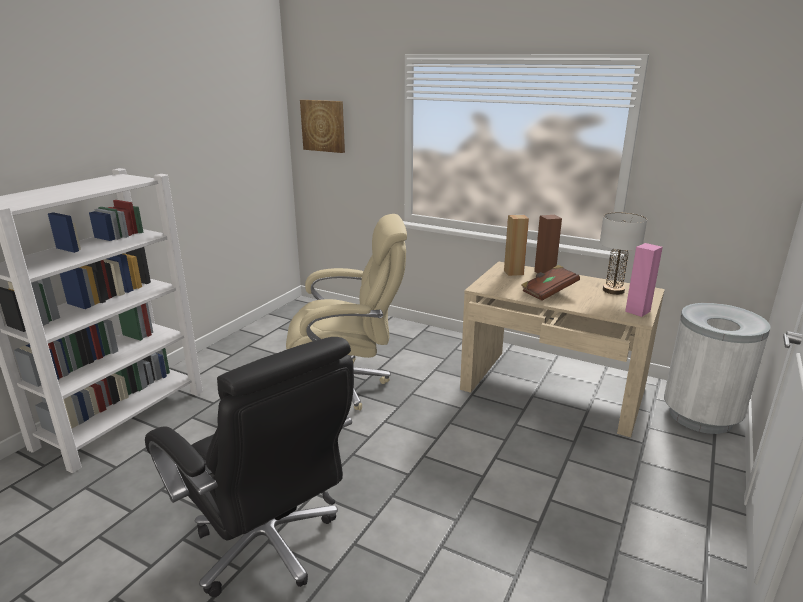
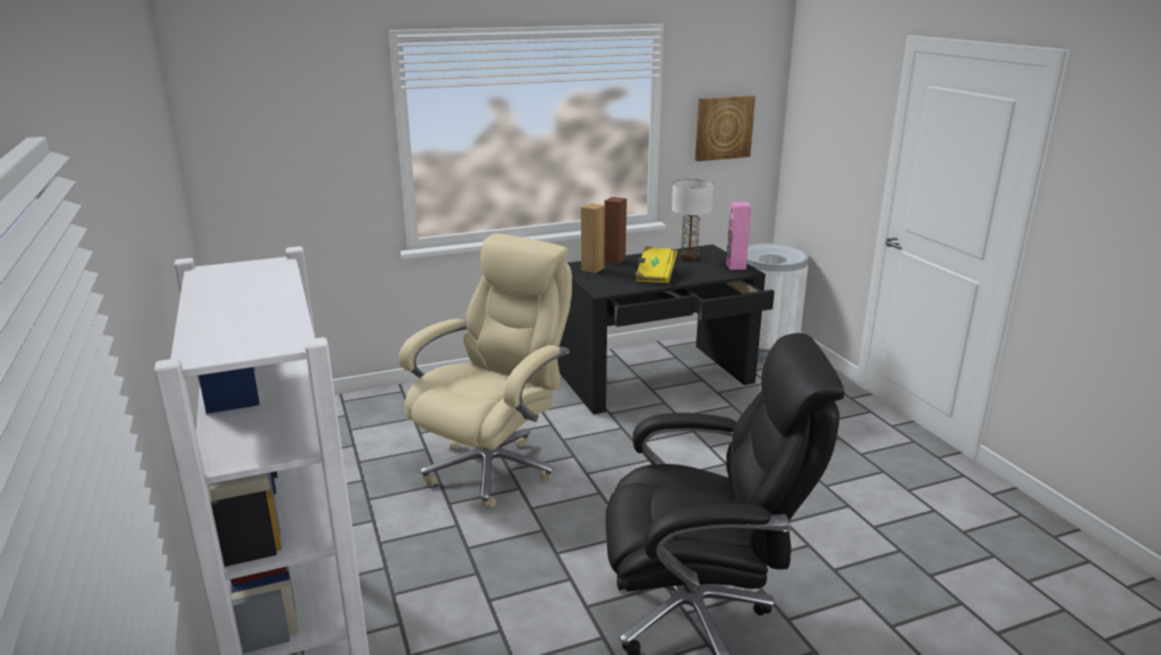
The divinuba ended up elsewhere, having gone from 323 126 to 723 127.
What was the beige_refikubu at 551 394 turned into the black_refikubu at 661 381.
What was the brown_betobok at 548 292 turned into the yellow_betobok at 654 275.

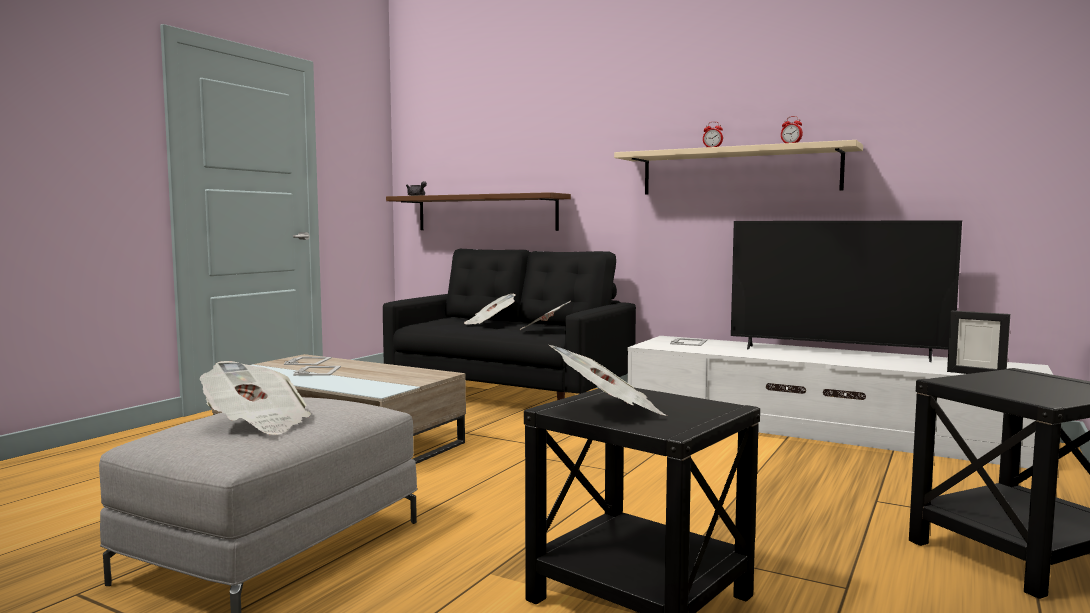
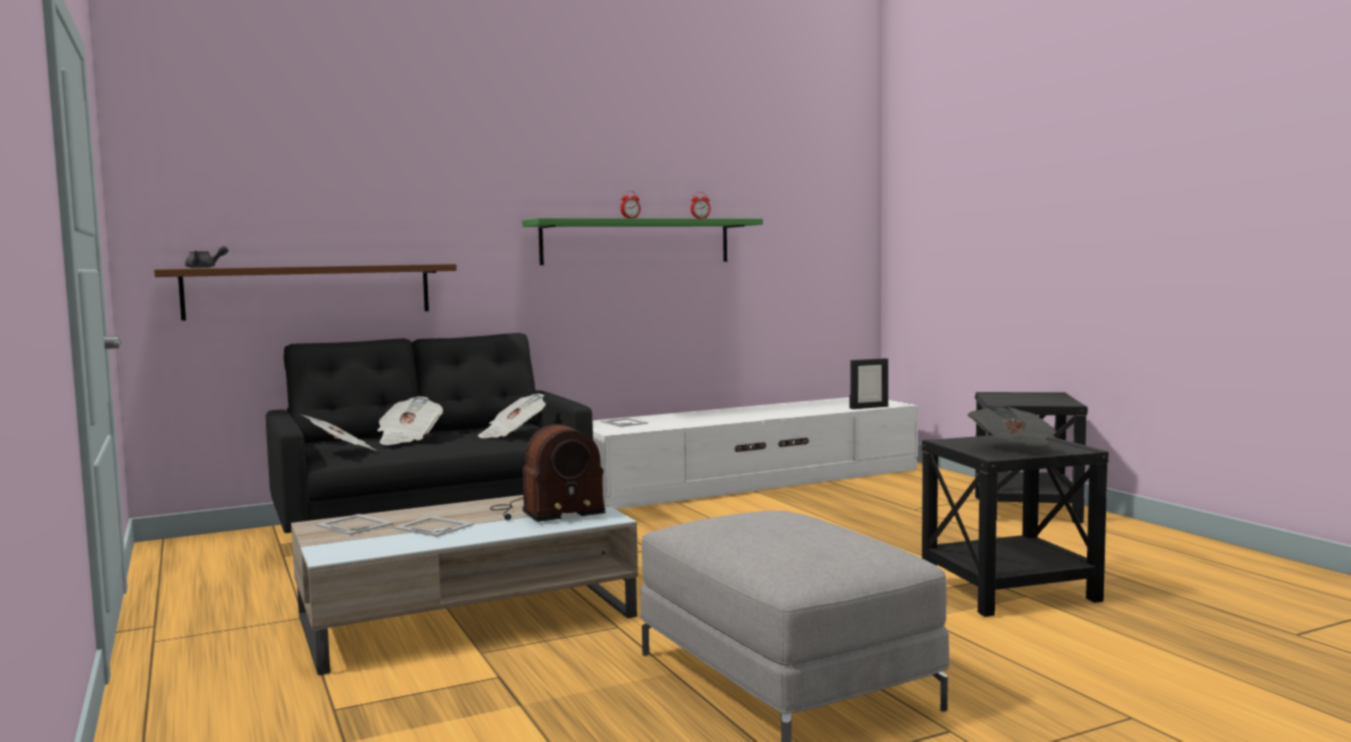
The second view lost the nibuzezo at 835 353.
The second view gained the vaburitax at 545 512.
The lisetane ended up elsewhere, having gone from 257 424 to 342 452.
What was the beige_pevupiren at 738 171 turned into the green_pevupiren at 636 242.

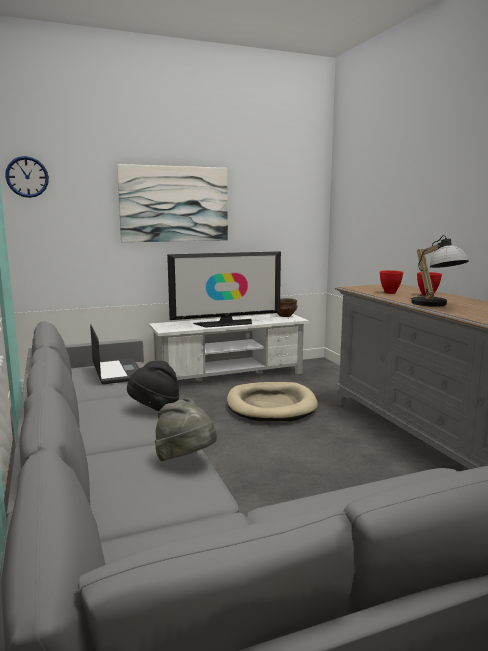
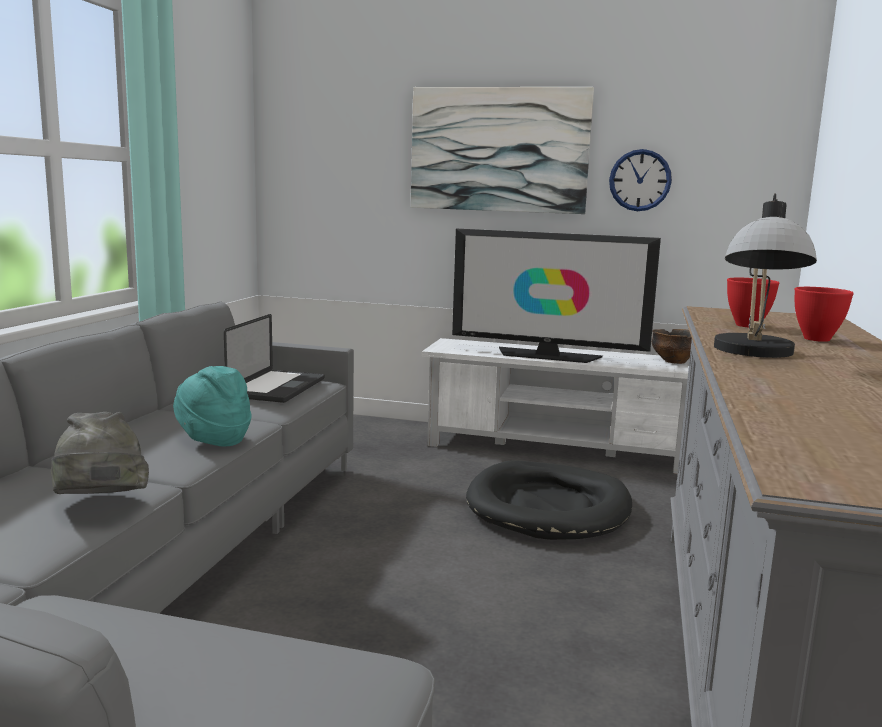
The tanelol ended up elsewhere, having gone from 27 177 to 640 180.
What was the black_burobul at 155 409 turned into the turquoise_burobul at 213 440.
What was the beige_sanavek at 271 405 turned into the black_sanavek at 548 507.

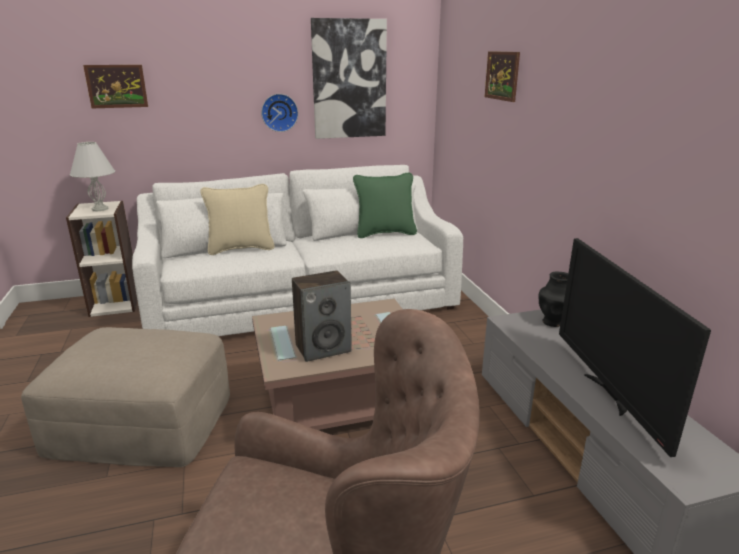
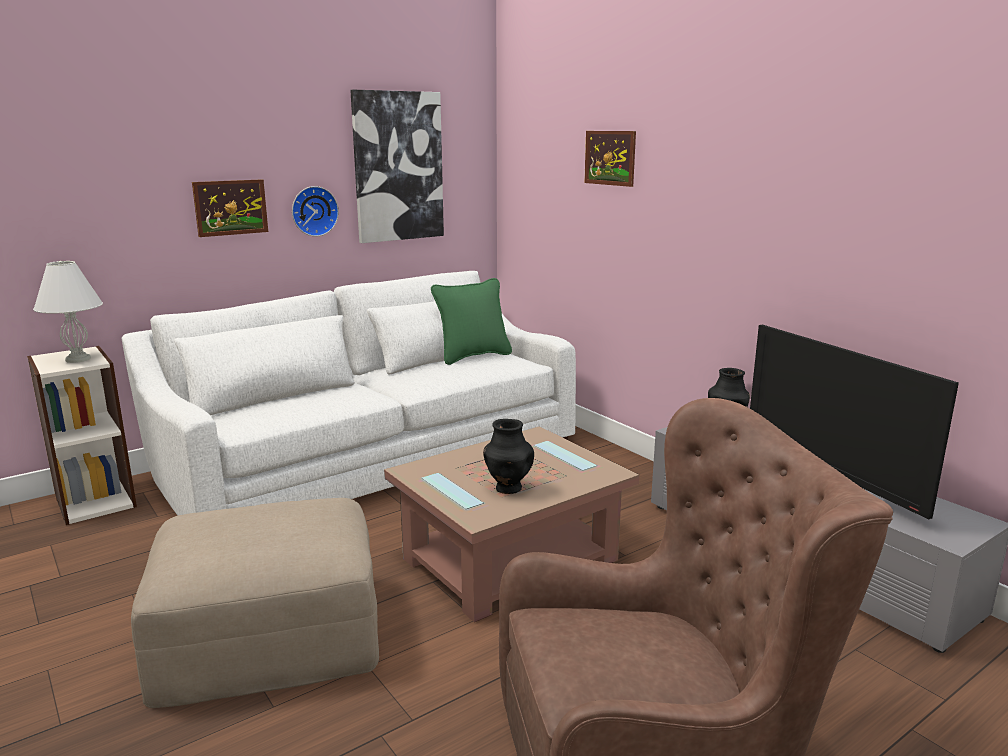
The second view lost the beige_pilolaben at 241 249.
The divinuba ended up elsewhere, having gone from 116 86 to 230 207.
Where the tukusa stood at 323 348, the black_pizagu came to stand at 508 488.

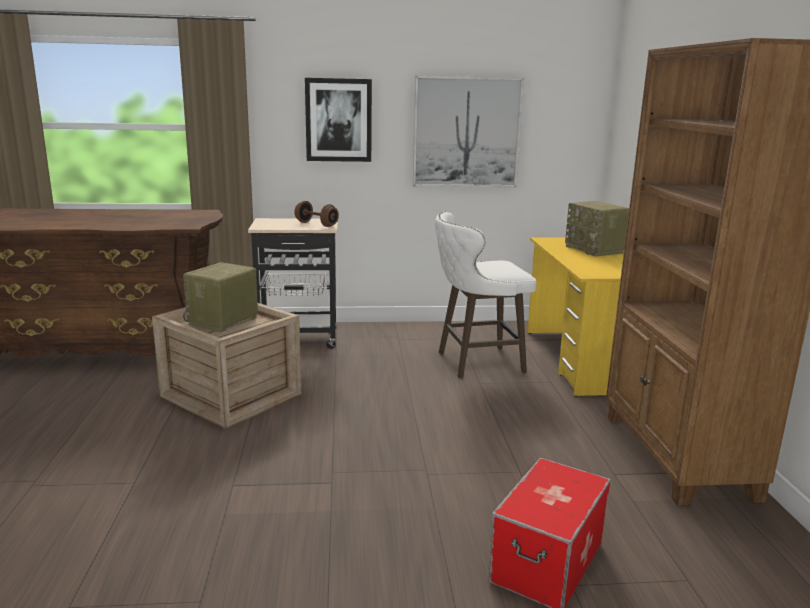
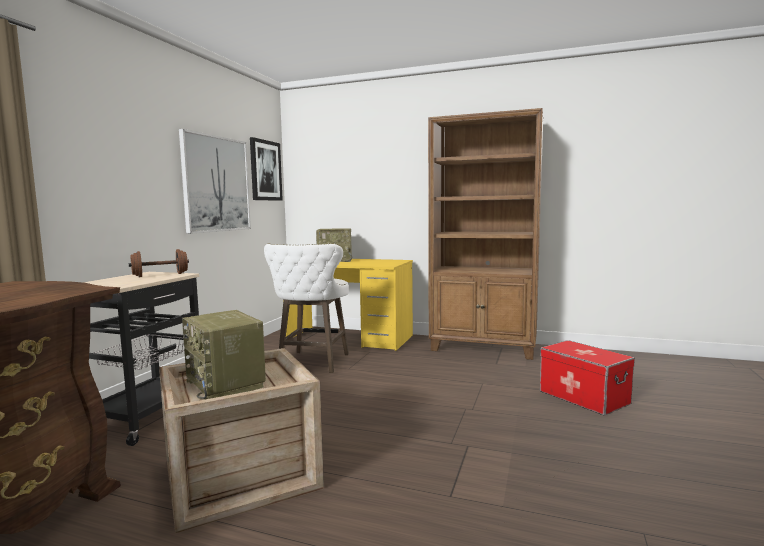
The divinuba ended up elsewhere, having gone from 338 120 to 265 170.

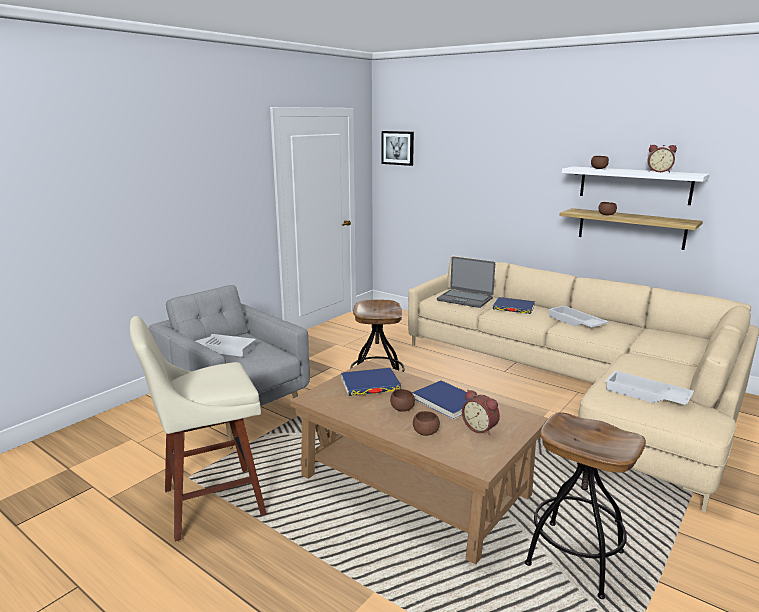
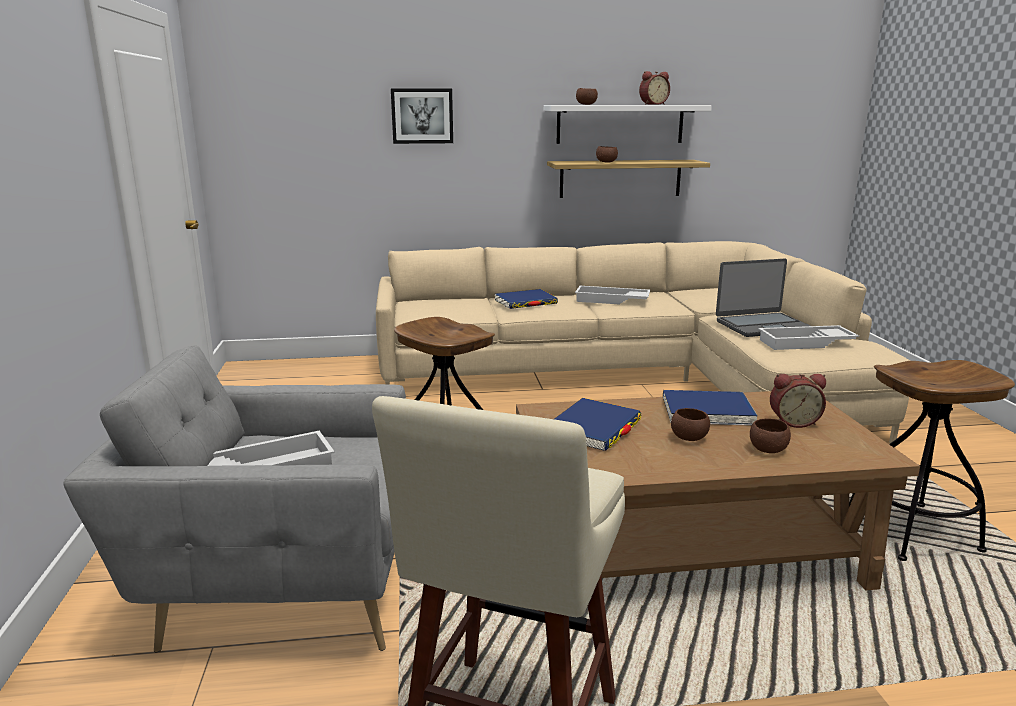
The divinuba ended up elsewhere, having gone from 398 148 to 422 116.
The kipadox ended up elsewhere, having gone from 465 299 to 762 326.

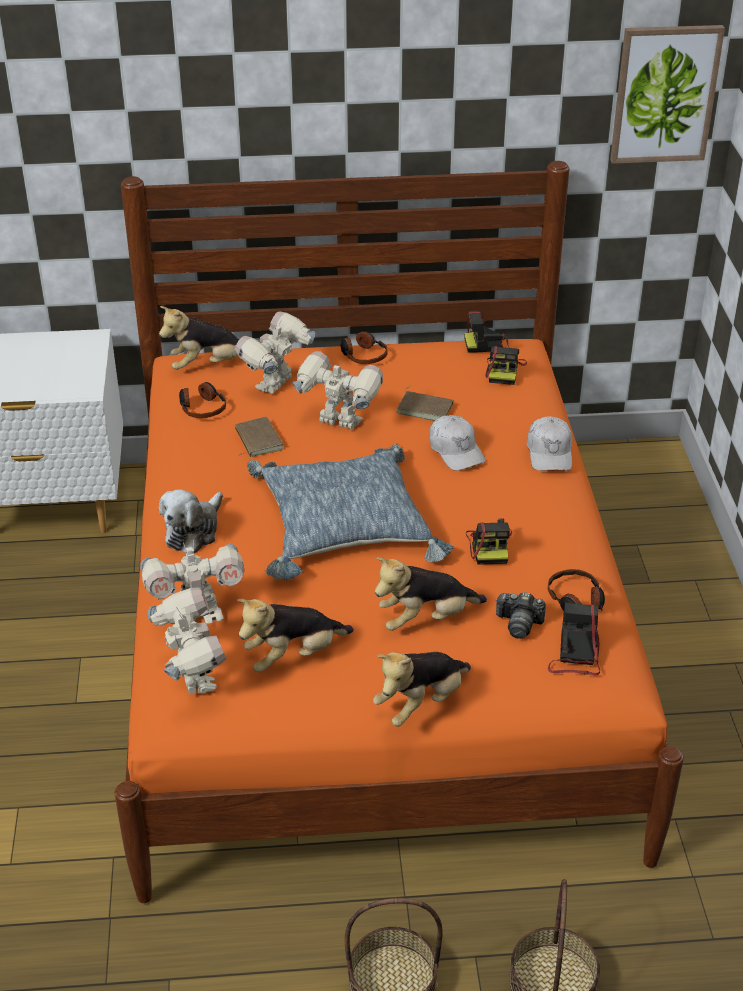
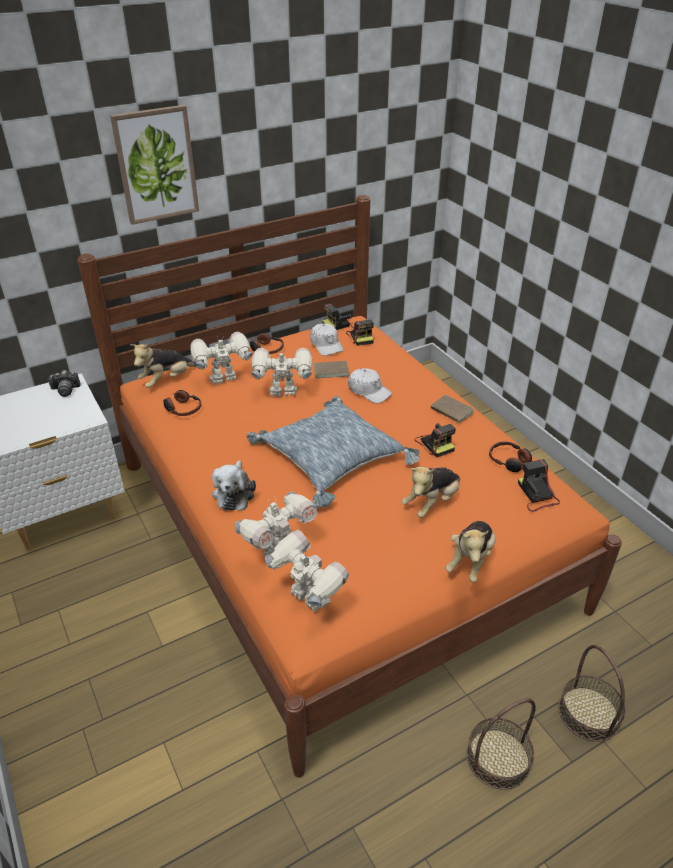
The second view lost the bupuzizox at 293 656.
The brown_betobok ended up elsewhere, having gone from 257 440 to 451 411.
The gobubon ended up elsewhere, having gone from 519 623 to 65 390.
The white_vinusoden ended up elsewhere, having gone from 550 452 to 326 345.
The divinuba ended up elsewhere, having gone from 664 94 to 156 165.
The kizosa at 277 384 ended up facing another way, 60 degrees clockwise from before.

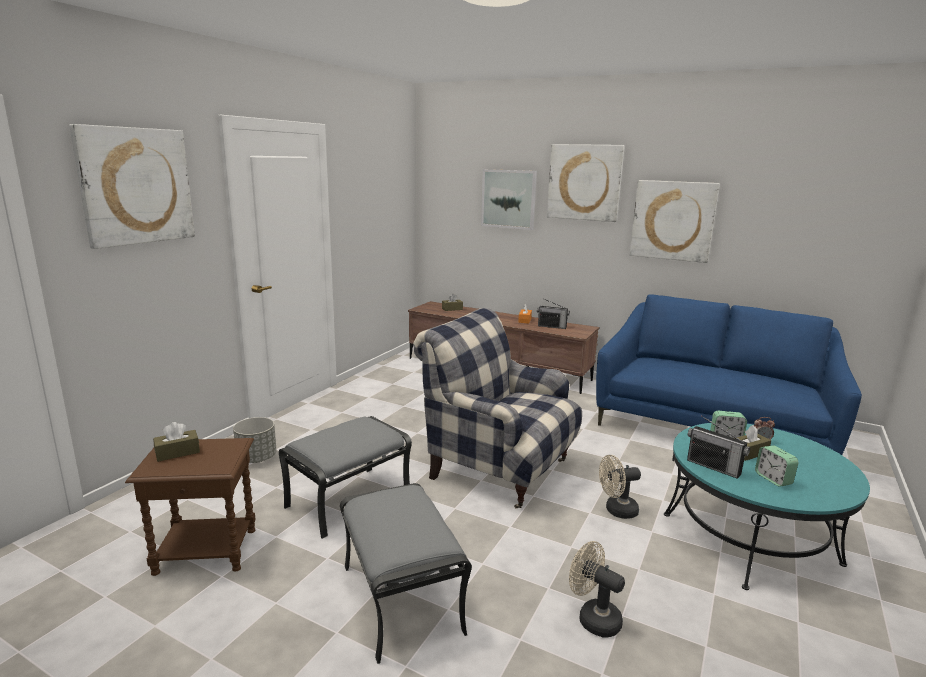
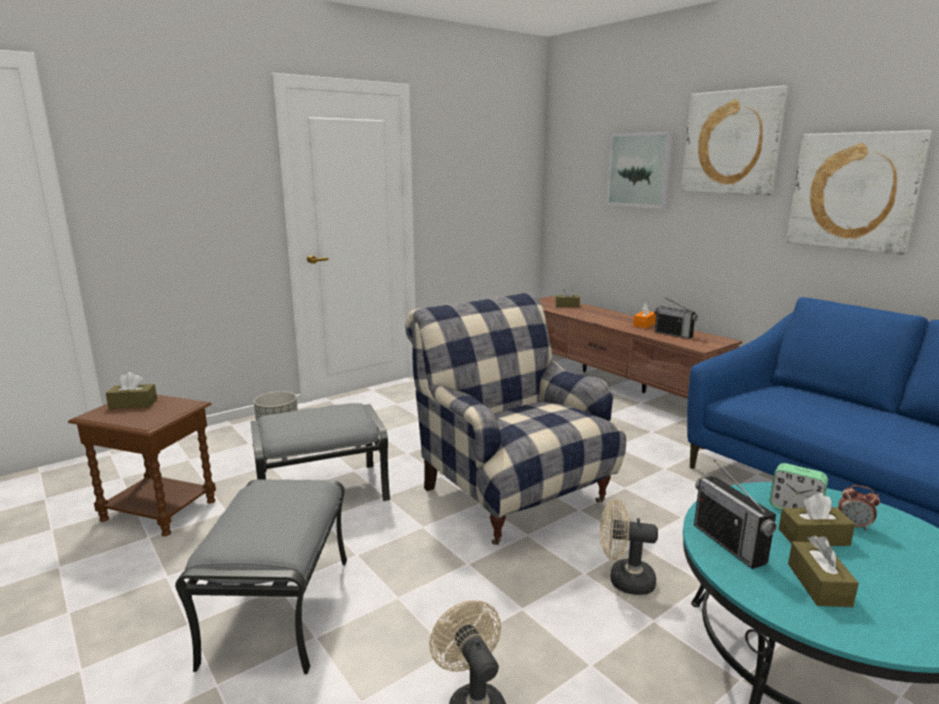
The second view lost the divinuba at 136 186.
Where the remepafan stood at 773 479, the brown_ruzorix came to stand at 818 584.

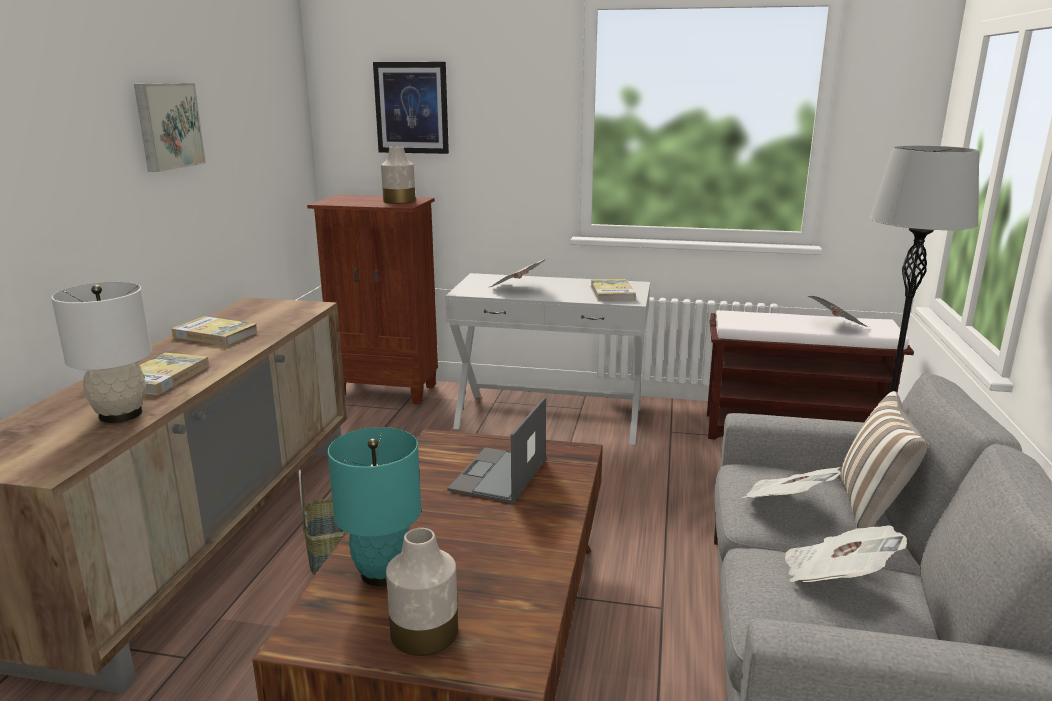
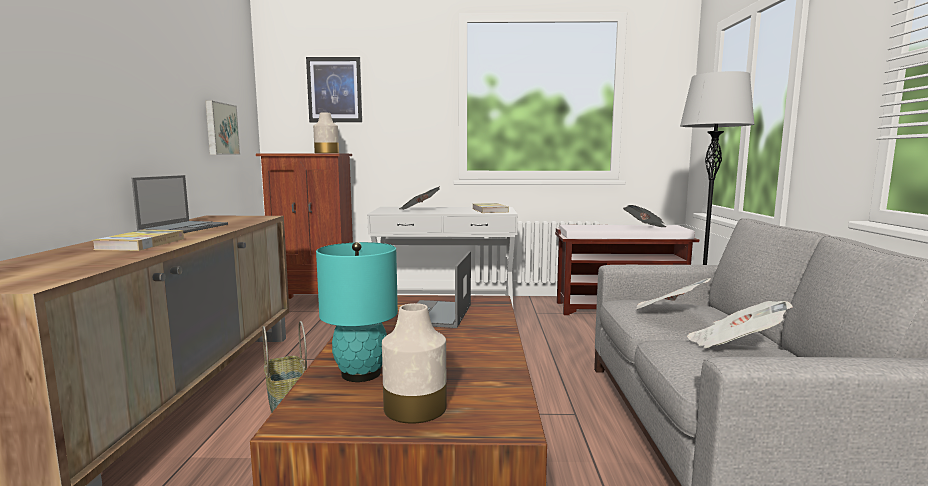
The second view lost the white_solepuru at 120 415.
The second view lost the pilolaben at 871 510.
The divinuba ended up elsewhere, having gone from 167 126 to 220 129.
Where the betobok stood at 215 335, the kipadox came to stand at 185 228.

